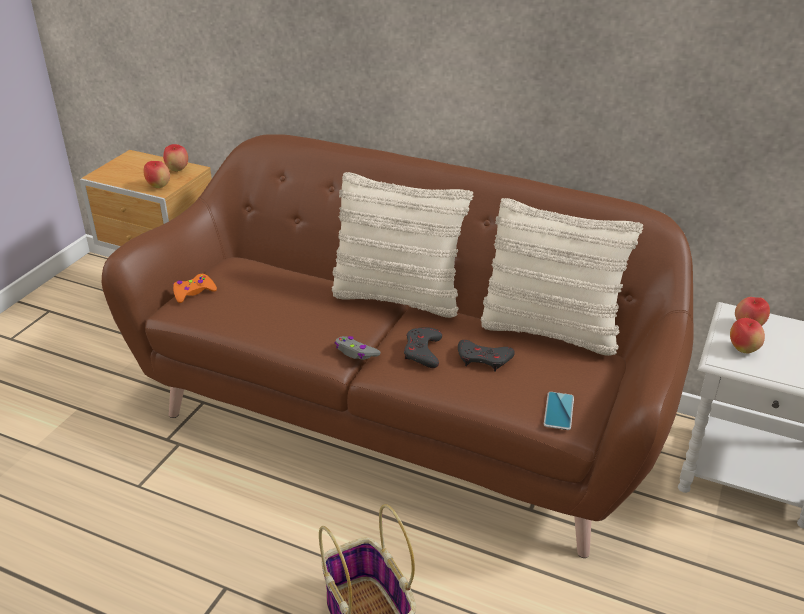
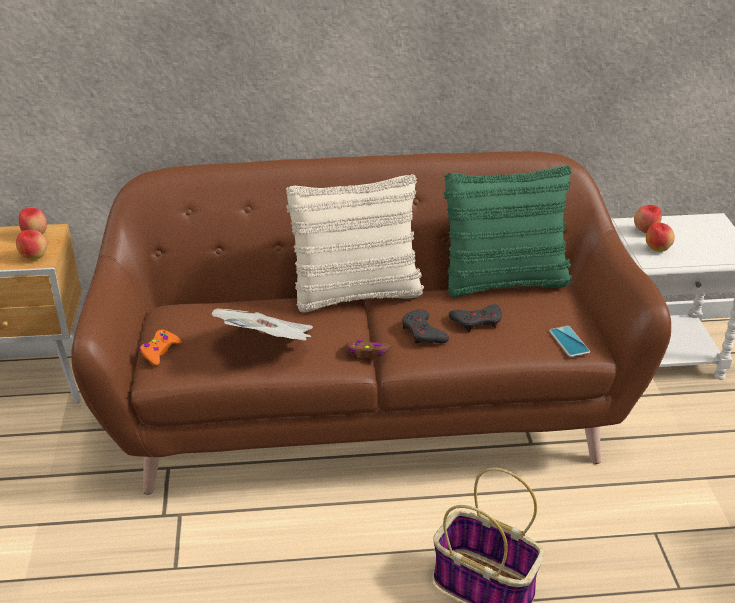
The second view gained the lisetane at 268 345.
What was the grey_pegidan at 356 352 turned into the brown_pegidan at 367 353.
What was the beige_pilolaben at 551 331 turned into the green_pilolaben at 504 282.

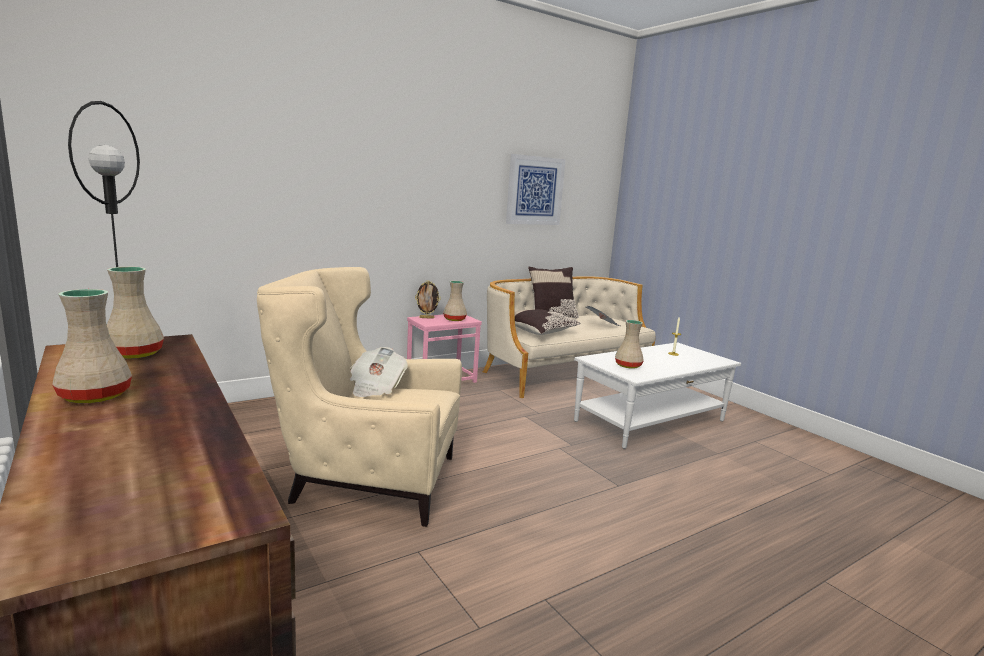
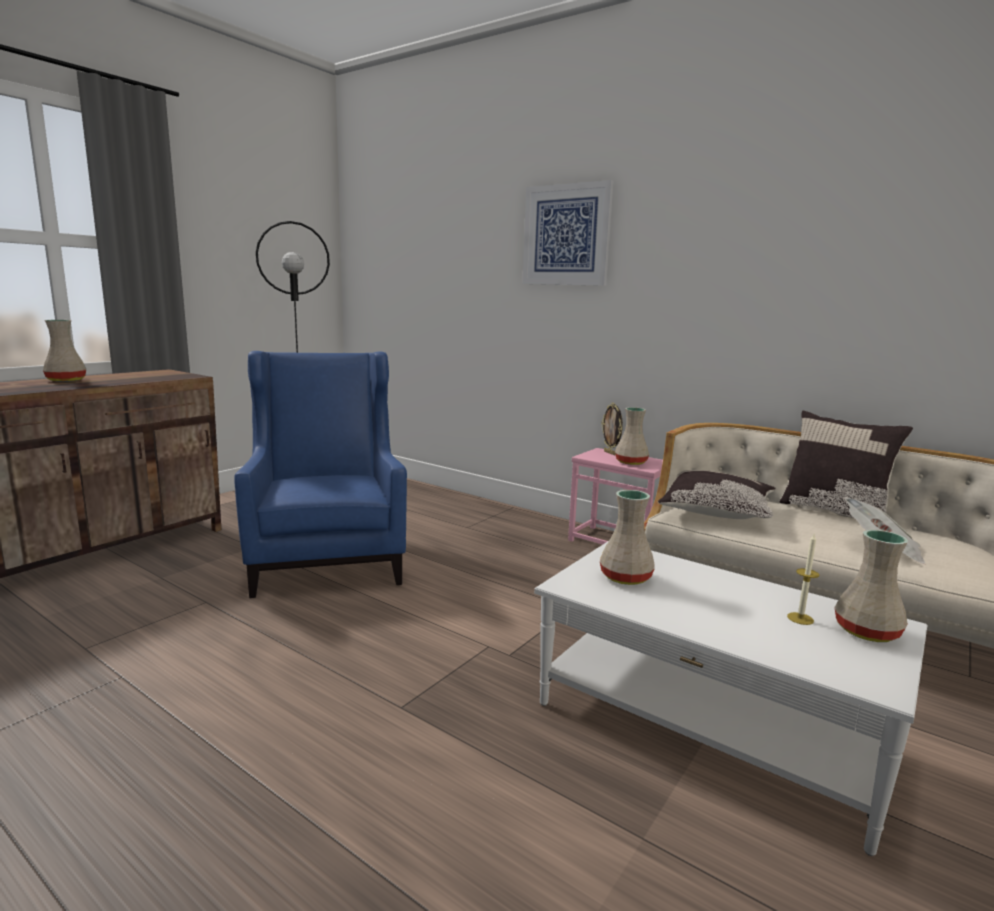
The second view lost the lisetane at 376 387.
The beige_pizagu ended up elsewhere, having gone from 135 354 to 868 632.
The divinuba ended up elsewhere, having gone from 535 190 to 566 235.
What was the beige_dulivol at 367 480 turned into the blue_dulivol at 327 558.

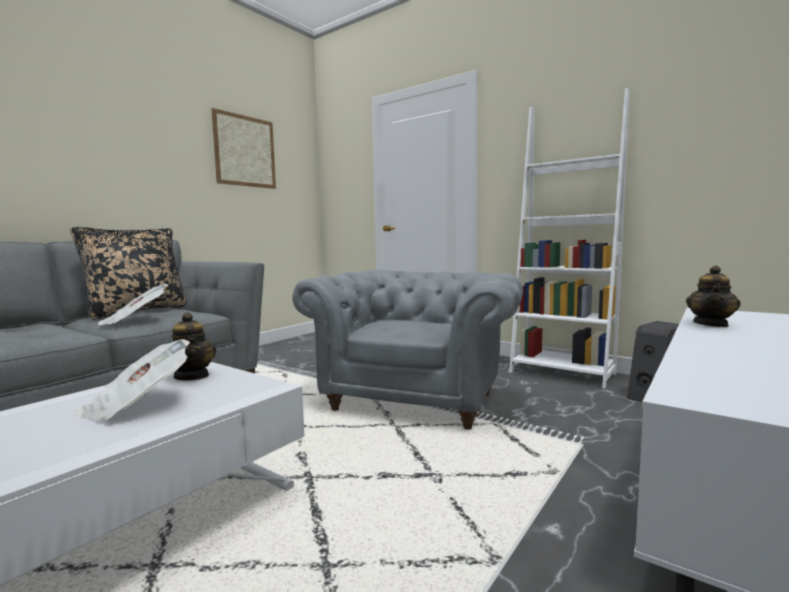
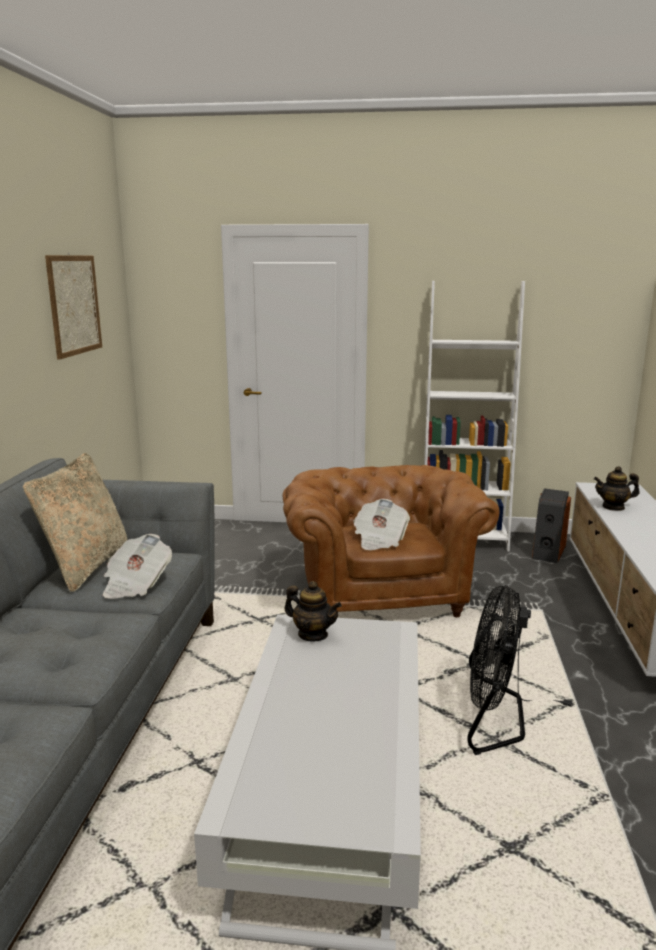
The second view gained the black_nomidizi at 502 714.
The lisetane ended up elsewhere, having gone from 137 405 to 379 539.
What was the black_pilolaben at 139 312 turned into the beige_pilolaben at 87 567.
What was the grey_dulivol at 416 397 turned into the brown_dulivol at 380 595.
The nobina at 711 324 ended up facing another way, 90 degrees clockwise from before.

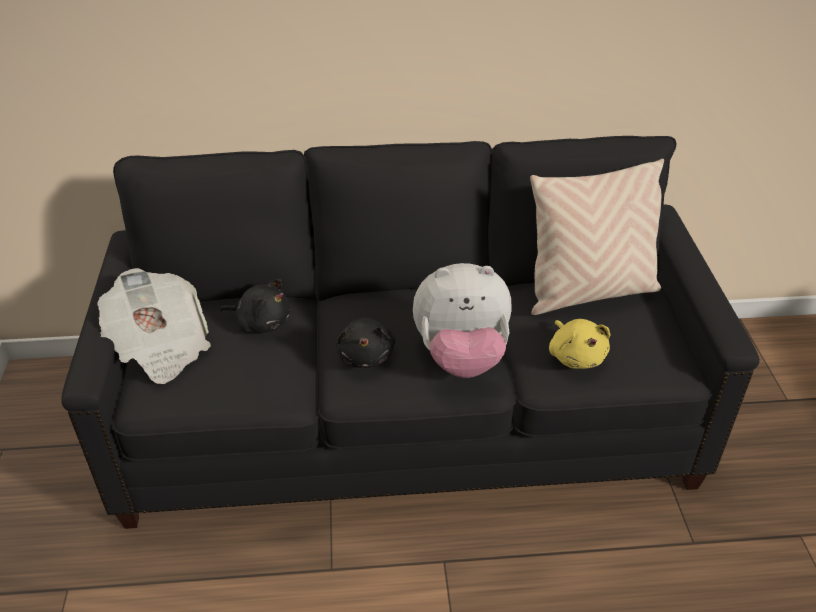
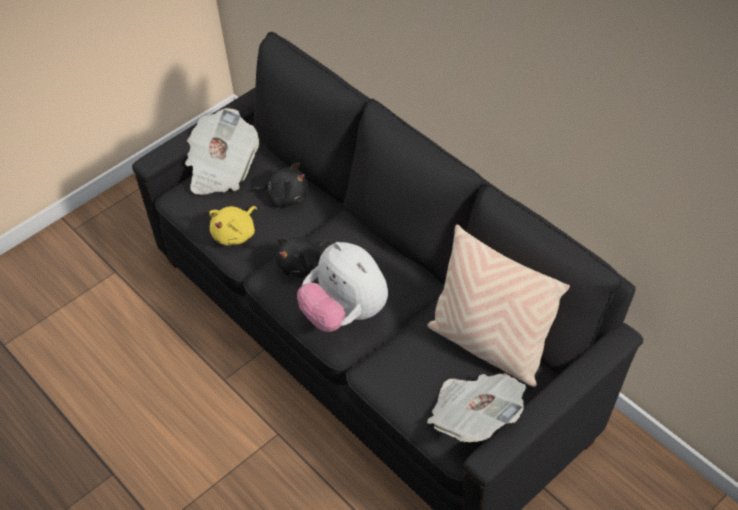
The second view gained the lisetane at 474 417.
The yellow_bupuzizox ended up elsewhere, having gone from 576 356 to 236 234.
The black_bupuzizox at 261 322 ended up facing another way, 60 degrees counterclockwise from before.

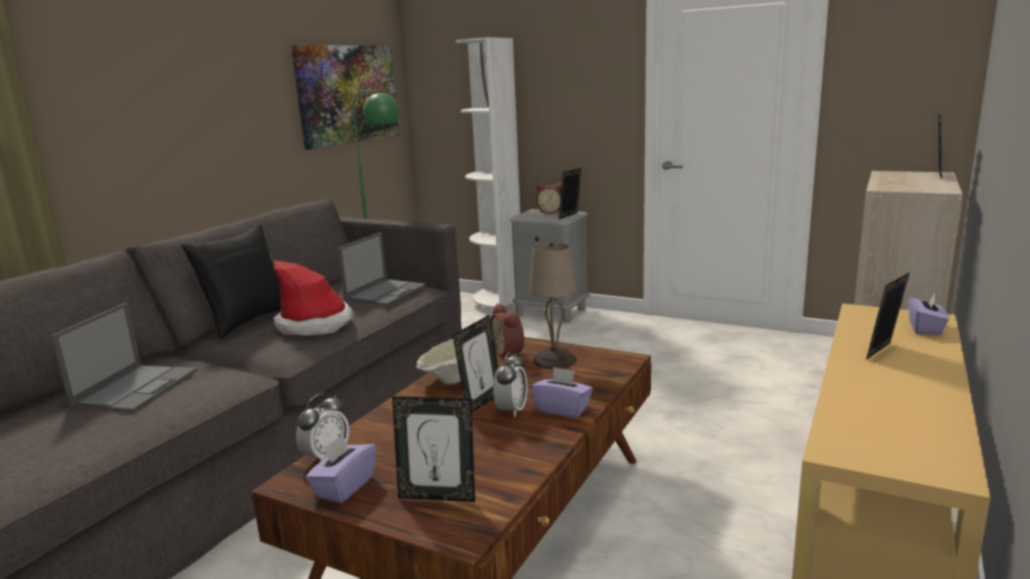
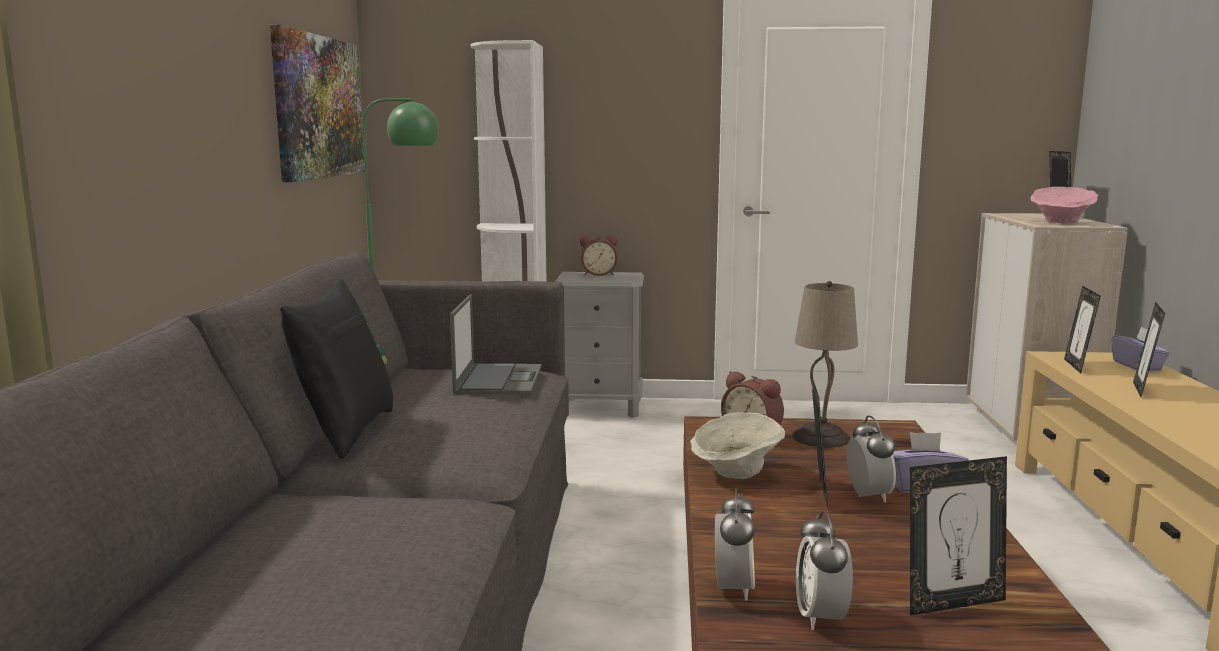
The second view lost the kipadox at 137 387.
The second view lost the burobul at 315 325.
The second view gained the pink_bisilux at 1061 222.
The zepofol ended up elsewhere, having gone from 570 216 to 1077 366.
Where the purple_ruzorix stood at 344 487, the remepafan came to stand at 821 617.

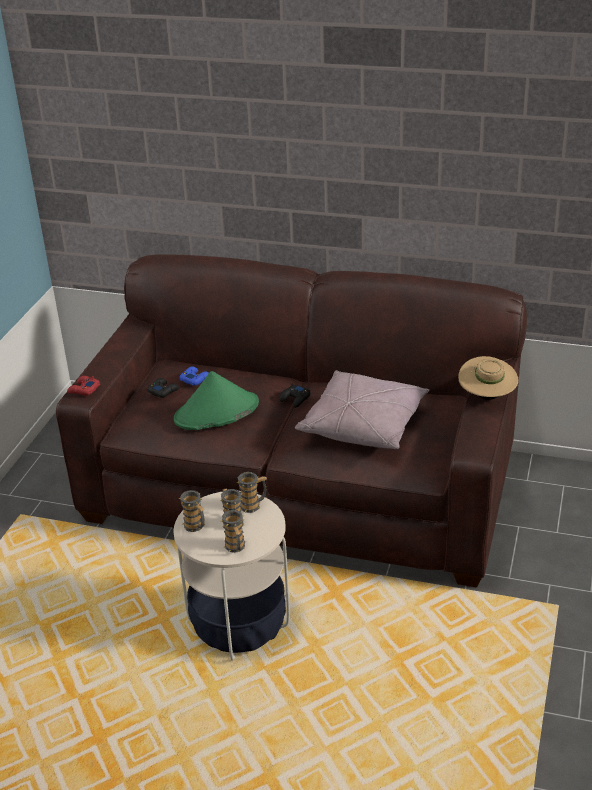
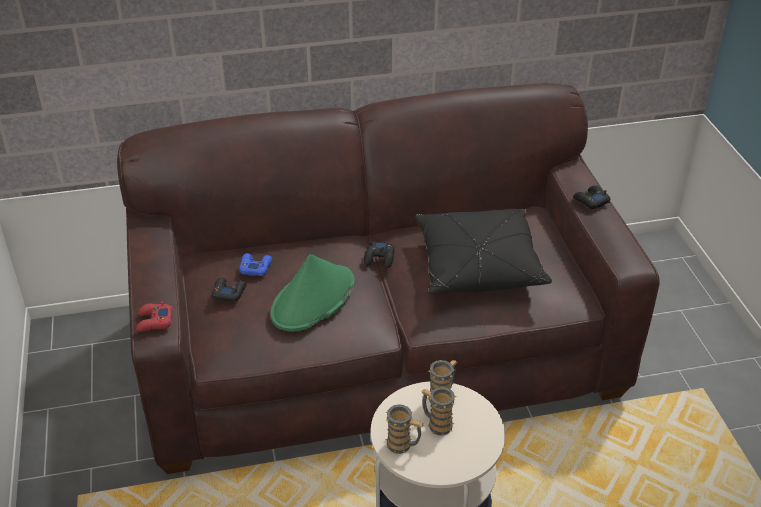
The second view lost the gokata at 236 548.
Where the beige_burobul stood at 486 396, the black_pegidan came to stand at 590 201.
What was the purple_pilolaben at 363 425 turned into the black_pilolaben at 478 266.

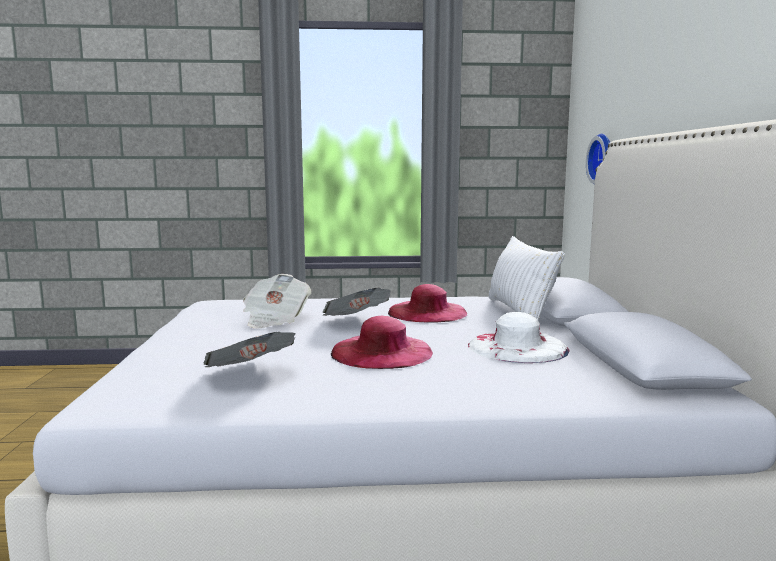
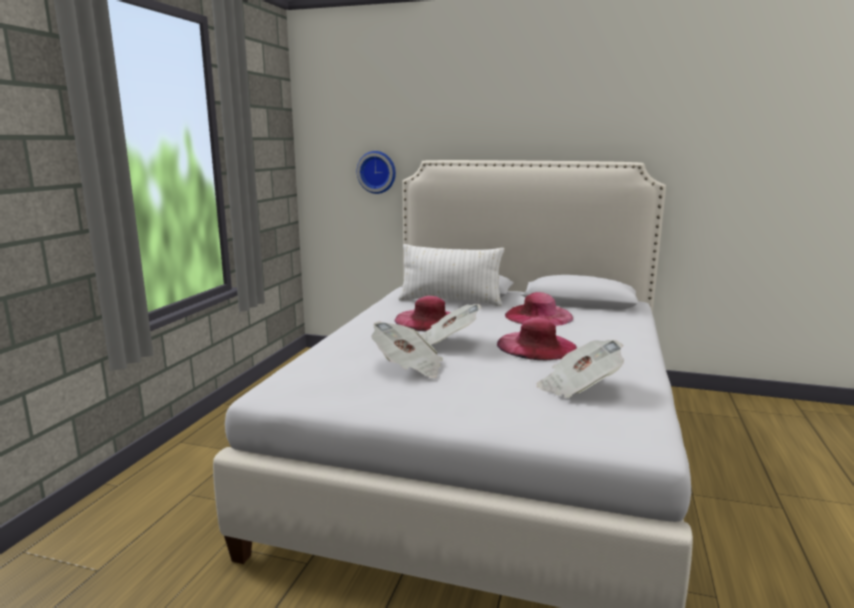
What was the white_burobul at 517 347 turned into the pink_burobul at 538 316.

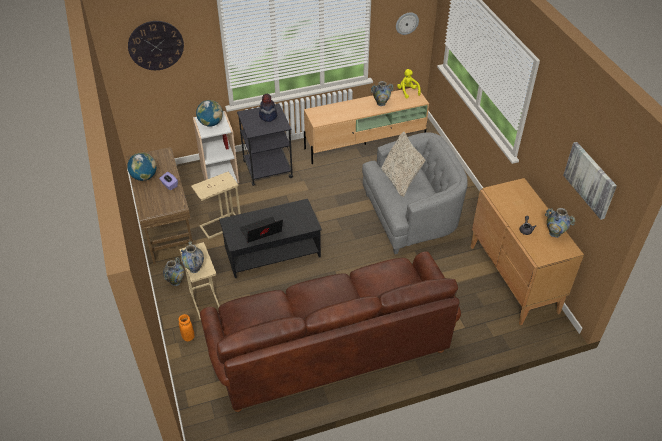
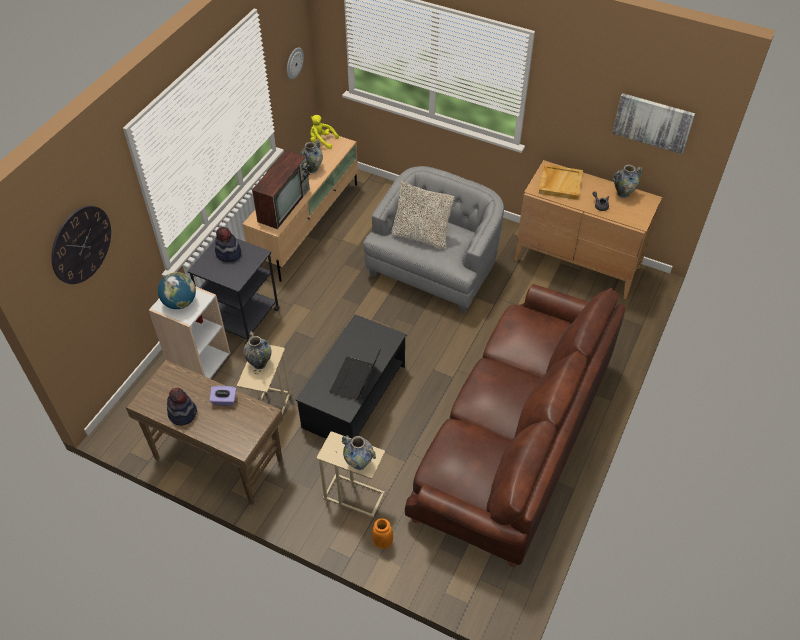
The second view gained the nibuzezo at 284 204.
The second view gained the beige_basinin at 560 183.
The pizagu ended up elsewhere, having gone from 175 282 to 259 363.
Where the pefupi stood at 144 177, the burobul came to stand at 183 413.

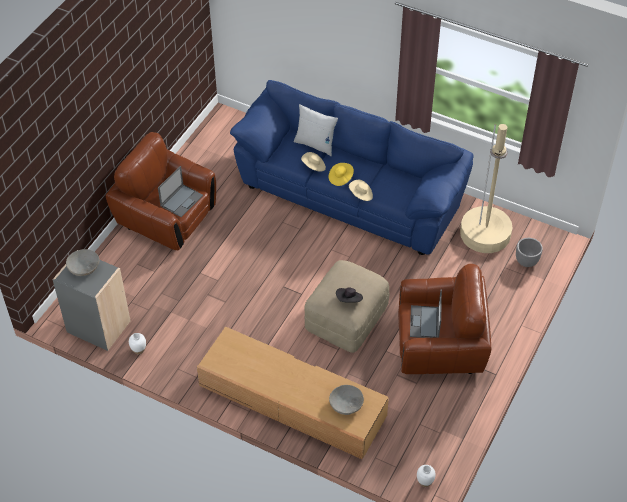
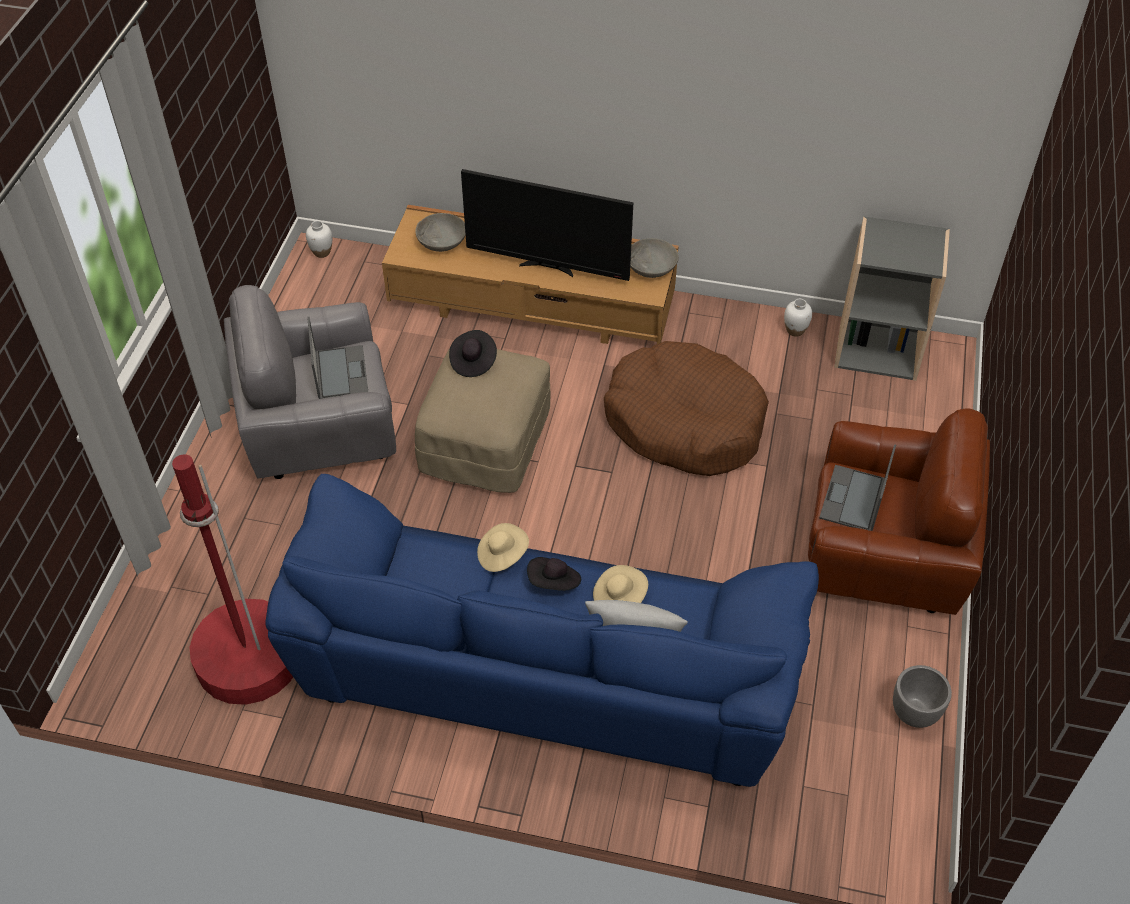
The second view gained the nibuzezo at 548 267.
The second view gained the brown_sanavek at 684 422.
The grey_bisilux ended up elsewhere, having gone from 84 268 to 651 268.
The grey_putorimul ended up elsewhere, having gone from 526 262 to 913 713.
What was the yellow_burobul at 340 178 turned into the black_burobul at 554 582.
What was the brown_dulivol at 440 346 turned into the grey_dulivol at 318 428.
What was the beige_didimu at 485 234 turned into the red_didimu at 248 659.

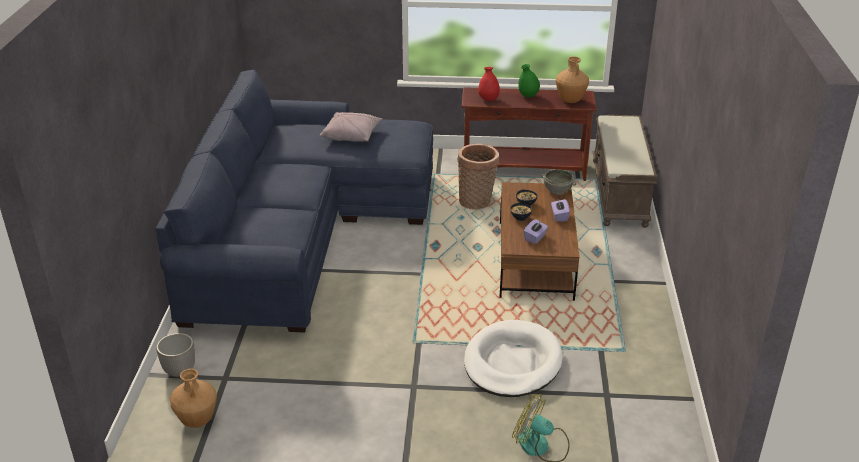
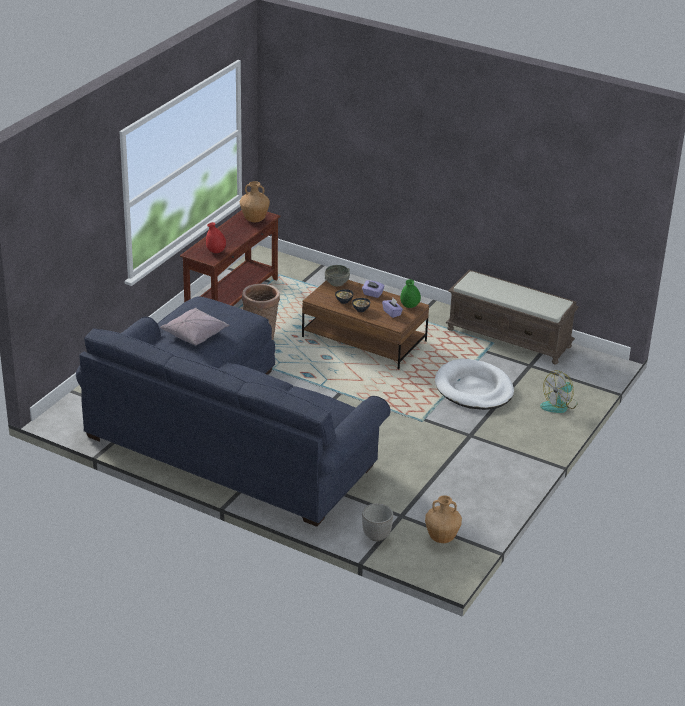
The green_pizagu ended up elsewhere, having gone from 528 96 to 409 306.
The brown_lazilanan ended up elsewhere, having gone from 620 192 to 510 338.

